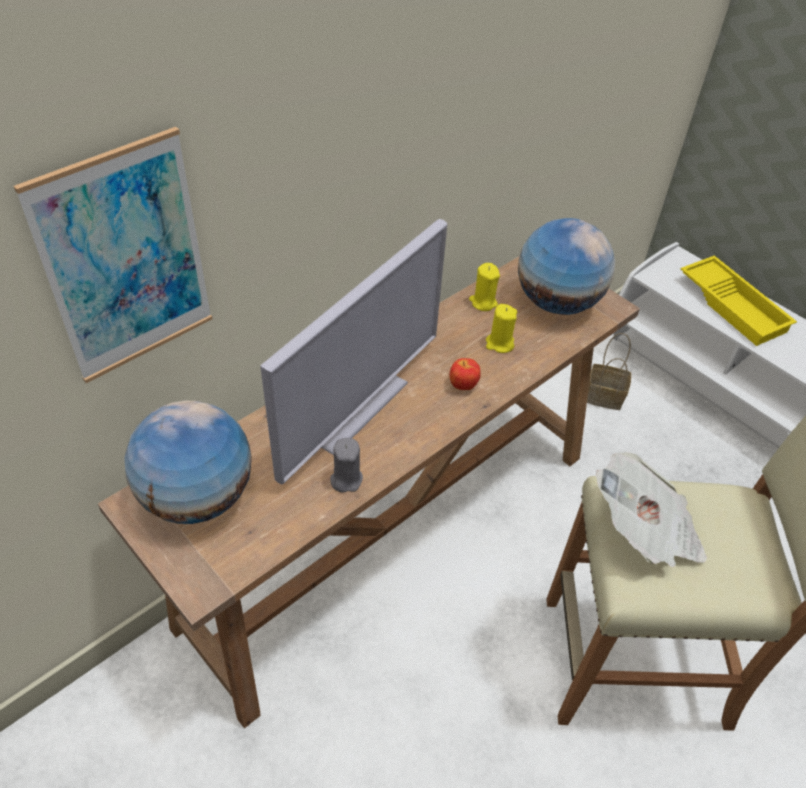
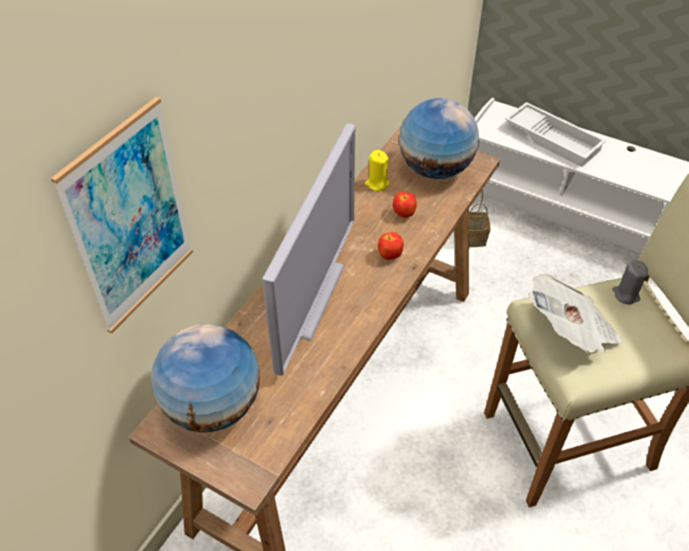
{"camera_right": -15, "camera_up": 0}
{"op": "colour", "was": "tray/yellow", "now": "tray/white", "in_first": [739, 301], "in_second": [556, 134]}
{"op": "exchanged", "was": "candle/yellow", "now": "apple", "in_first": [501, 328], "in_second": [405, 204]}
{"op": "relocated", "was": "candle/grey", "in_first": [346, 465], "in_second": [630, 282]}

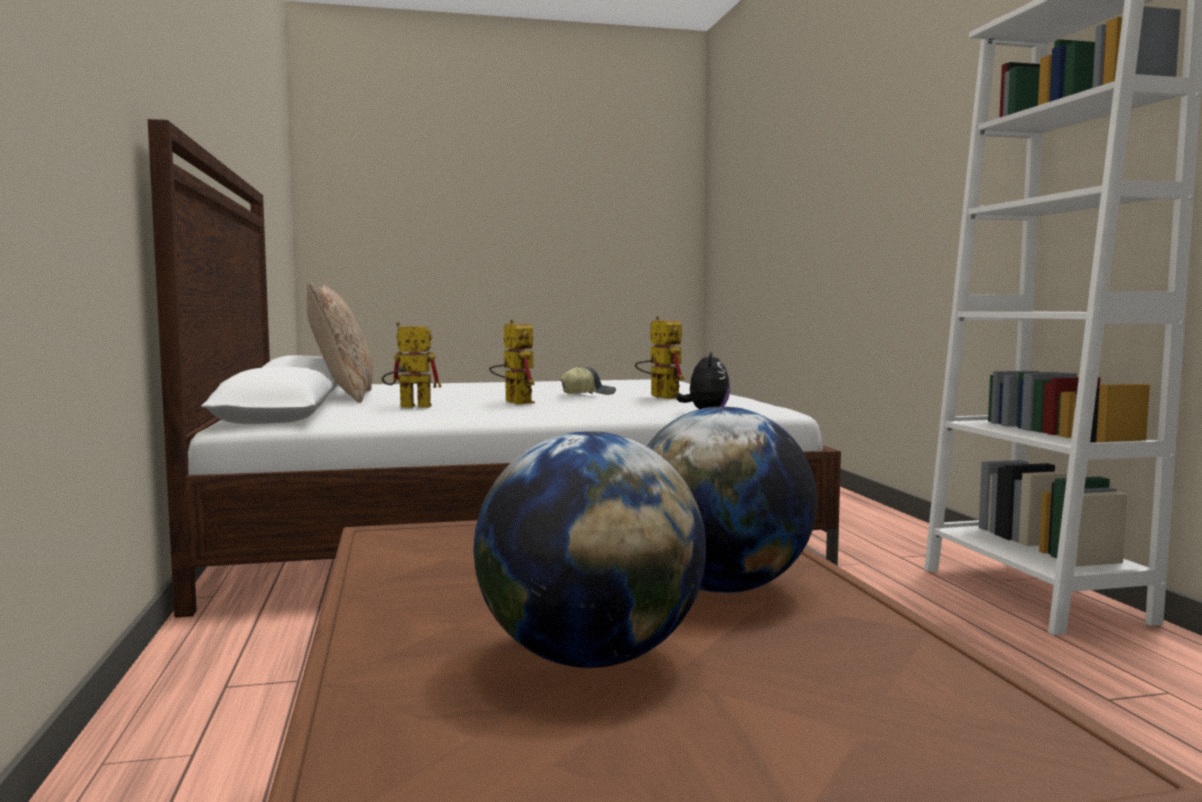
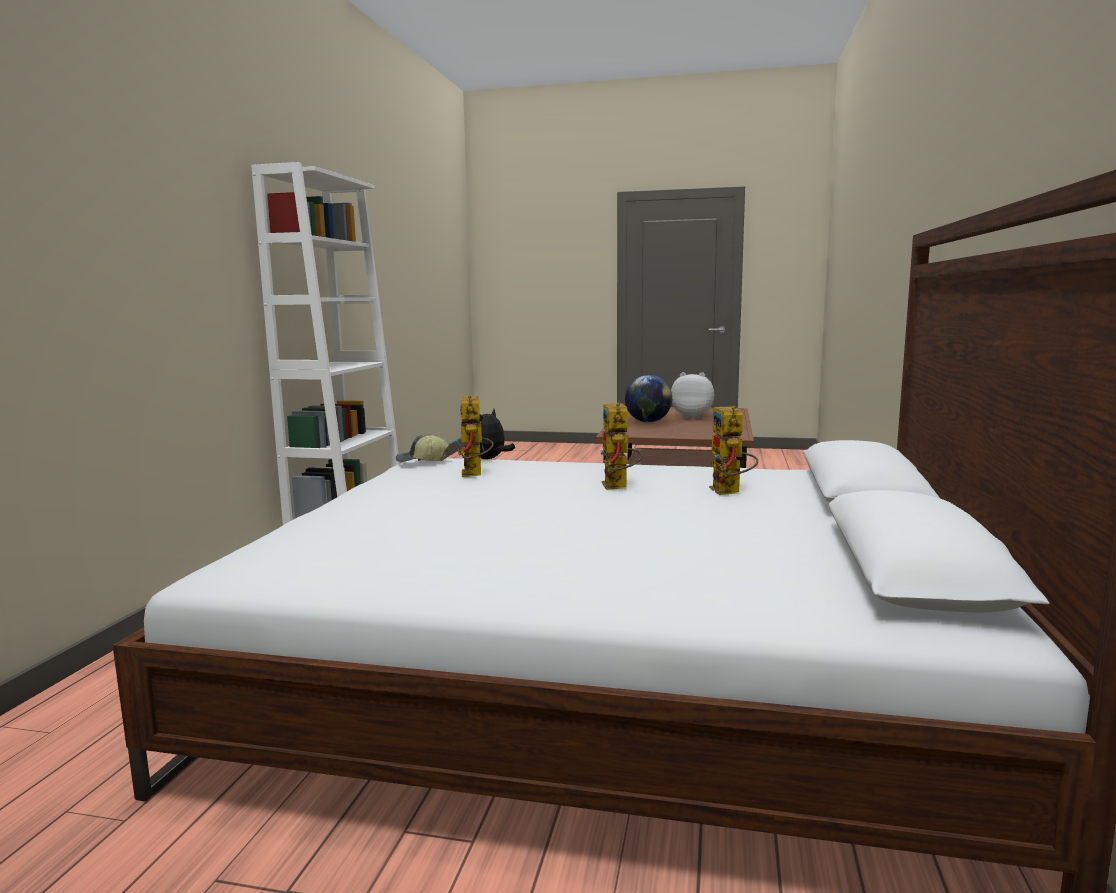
{"camera_right": -155, "camera_up": 5}
{"op": "missing", "was": "pillow/beige", "in_first": [339, 342]}
{"op": "spun", "was": "toy robot", "in_first": [411, 365], "in_second": [733, 450], "clockwise": 60}
{"op": "relocated", "was": "cap", "in_first": [588, 380], "in_second": [423, 448]}
{"op": "exchanged", "was": "globe", "now": "plush toy", "in_first": [590, 549], "in_second": [692, 395]}

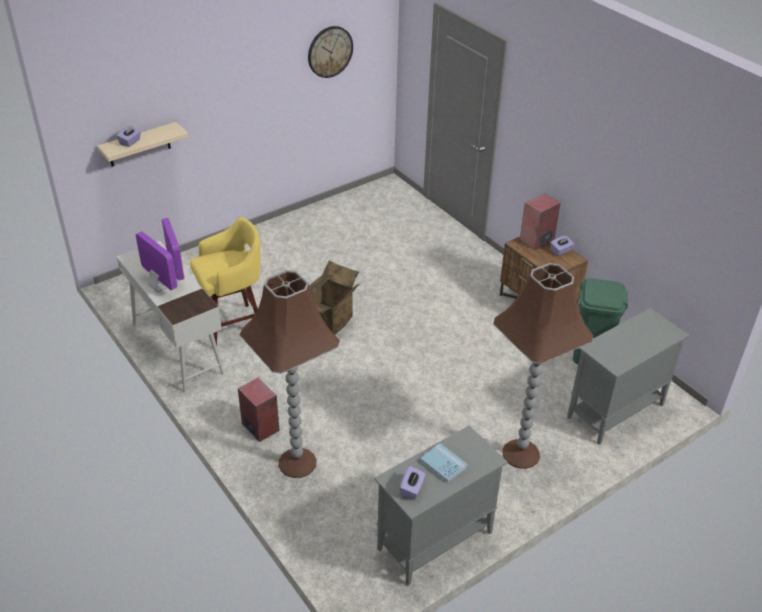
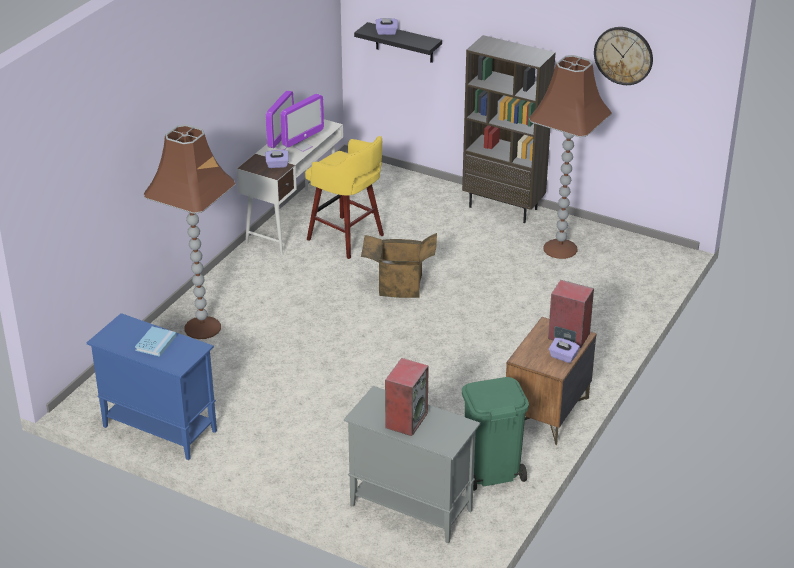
{"camera_right": 65, "camera_up": -5}
{"op": "colour", "was": "shelf/beige", "now": "shelf/black", "in_first": [143, 144], "in_second": [398, 42]}
{"op": "relocated", "was": "floor lamp/brown", "in_first": [543, 366], "in_second": [570, 157]}
{"op": "relocated", "was": "speaker", "in_first": [259, 410], "in_second": [407, 397]}
{"op": "colour", "was": "cabinet/grey", "now": "cabinet/blue", "in_first": [441, 505], "in_second": [152, 386]}
{"op": "relocated", "was": "tissue box/purple", "in_first": [412, 482], "in_second": [277, 159]}
{"op": "appeared", "now": "bookcase/brown", "in_second": [508, 129]}

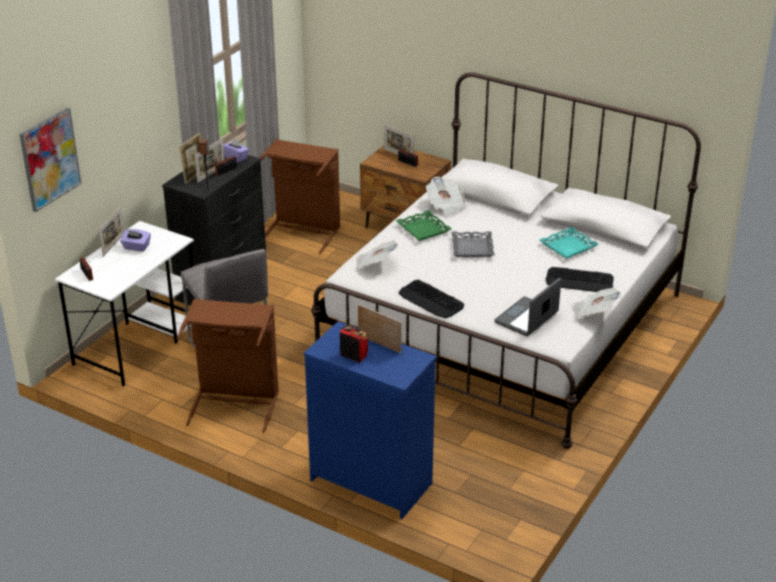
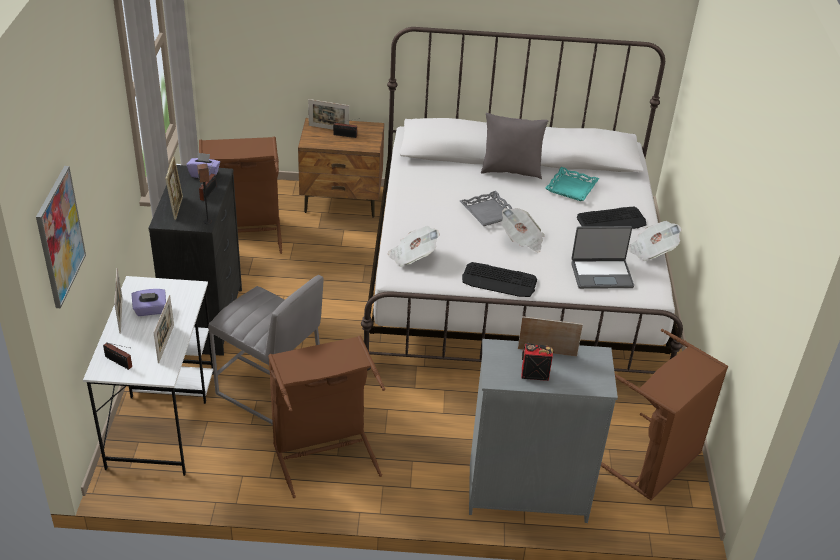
{"camera_right": -30, "camera_up": 5}
{"op": "relocated", "was": "picture frame", "in_first": [210, 160], "in_second": [163, 329]}
{"op": "relocated", "was": "newspaper", "in_first": [446, 197], "in_second": [523, 230]}
{"op": "missing", "was": "tray/green", "in_first": [423, 225]}
{"op": "spun", "was": "laptop", "in_first": [528, 307], "in_second": [602, 257], "clockwise": -105}
{"op": "colour", "was": "dresser/blue", "now": "dresser/grey", "in_first": [370, 420], "in_second": [543, 431]}
{"op": "appeared", "now": "pillow/grey", "in_second": [514, 146]}
{"op": "appeared", "now": "laundry basket/brown", "in_second": [664, 415]}

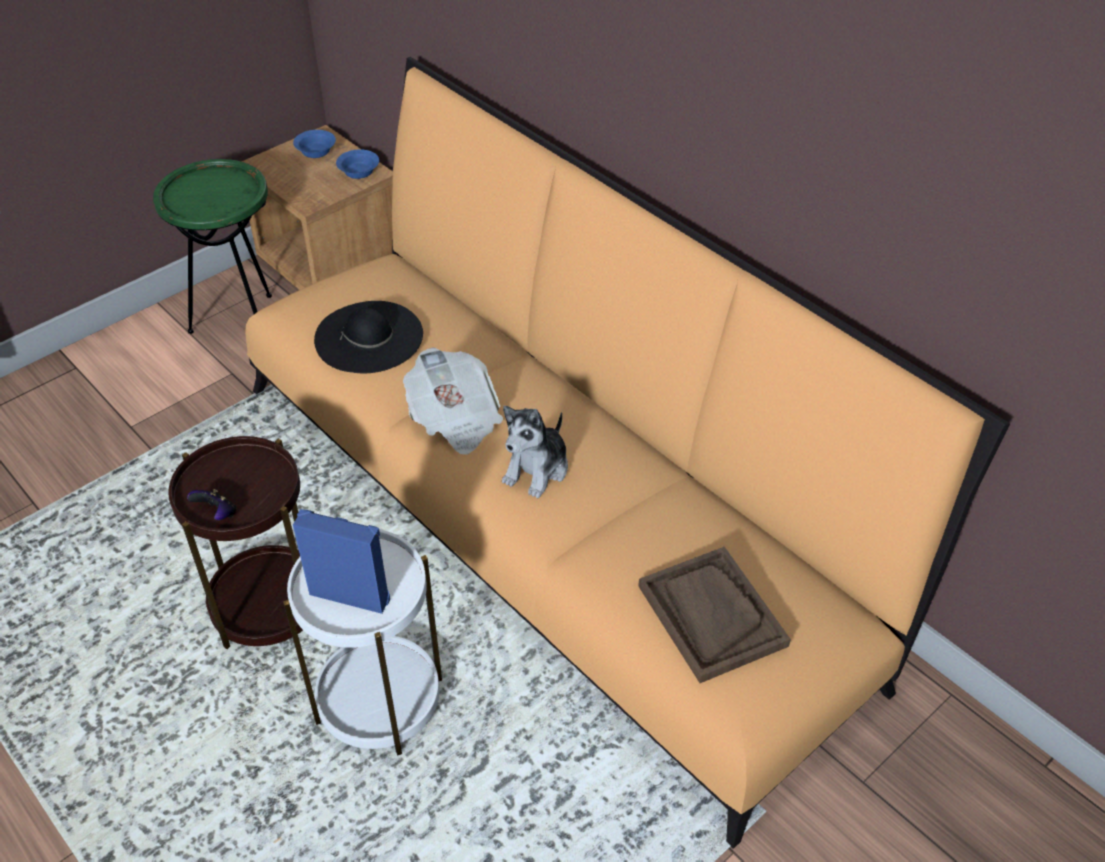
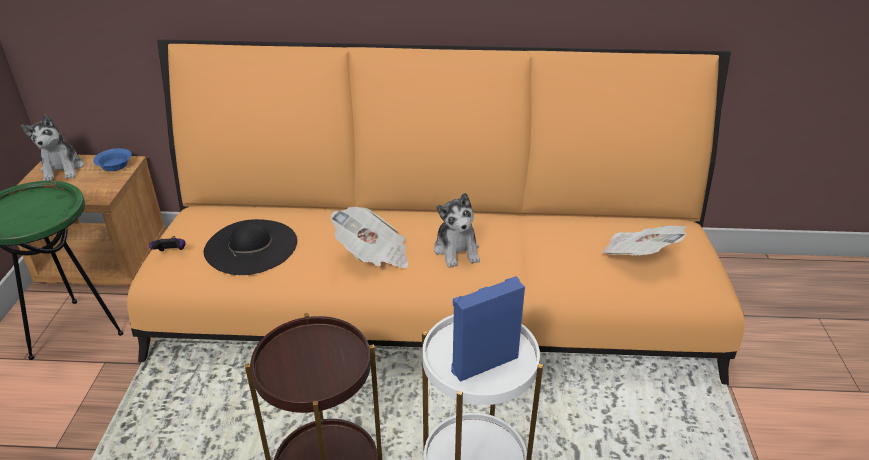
{"camera_right": -45, "camera_up": -10}
{"op": "exchanged", "was": "bowl/blue", "now": "plush toy", "in_first": [314, 144], "in_second": [52, 147]}
{"op": "relocated", "was": "game controller", "in_first": [212, 504], "in_second": [167, 243]}
{"op": "exchanged", "was": "tray/brown", "now": "newspaper", "in_first": [714, 615], "in_second": [643, 240]}

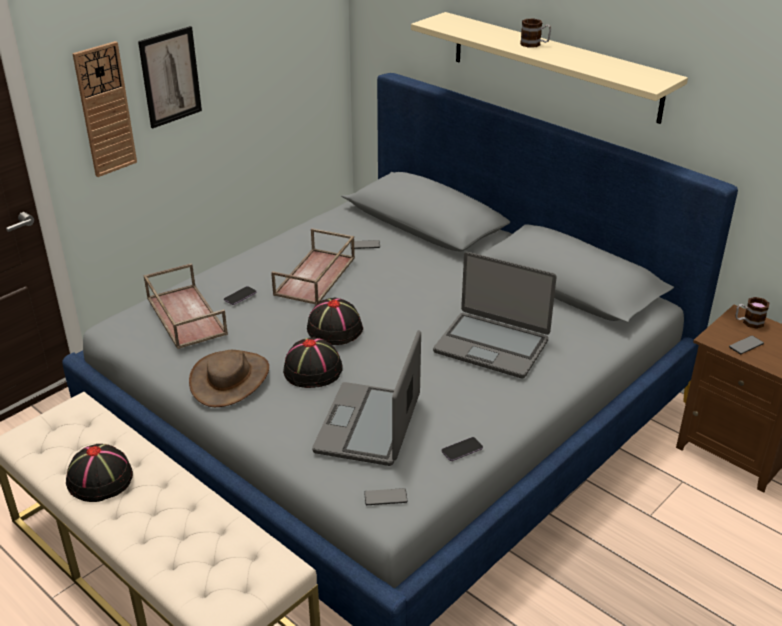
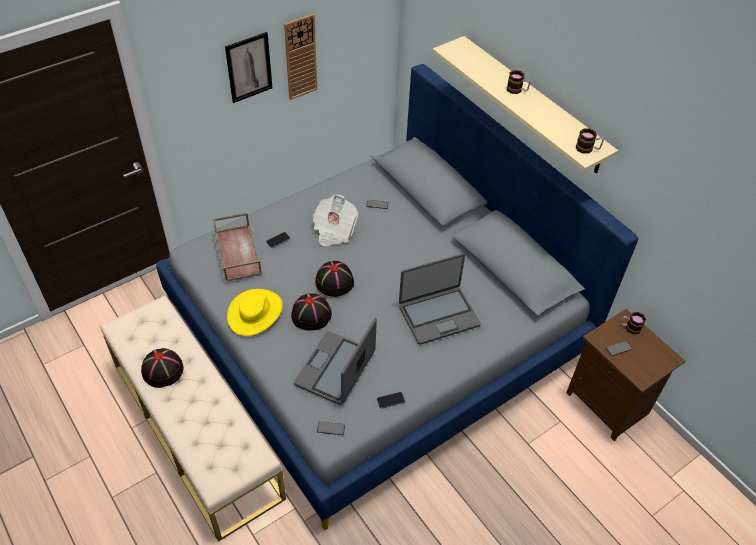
{"camera_right": 10, "camera_up": 15}
{"op": "relocated", "was": "wall clock", "in_first": [104, 109], "in_second": [300, 57]}
{"op": "exchanged", "was": "tray/brown", "now": "newspaper", "in_first": [313, 266], "in_second": [335, 220]}
{"op": "spun", "was": "laptop", "in_first": [495, 315], "in_second": [440, 299], "clockwise": -60}
{"op": "colour", "was": "hat/brown", "now": "hat/yellow", "in_first": [229, 378], "in_second": [255, 312]}
{"op": "appeared", "now": "mug", "in_second": [590, 141]}

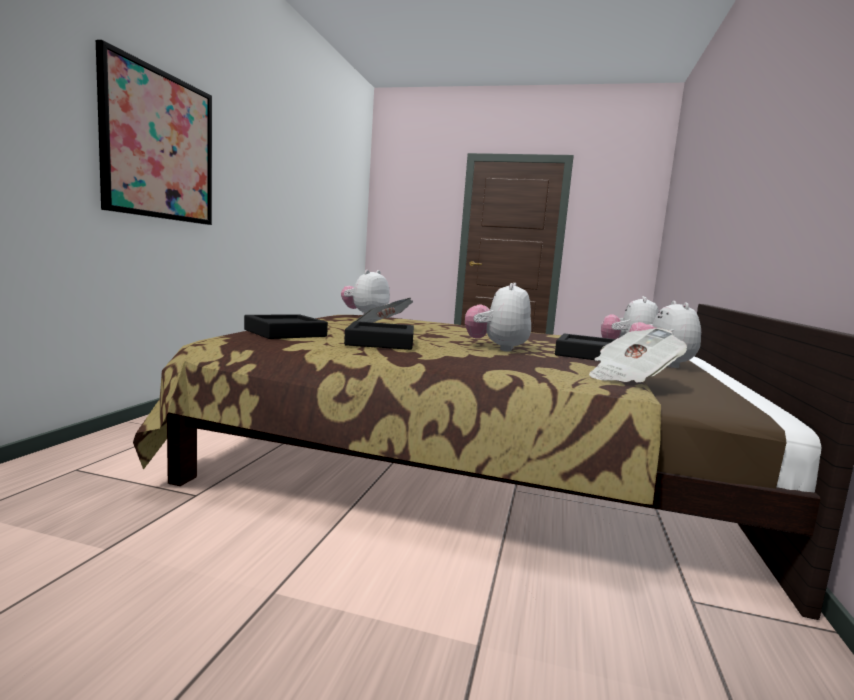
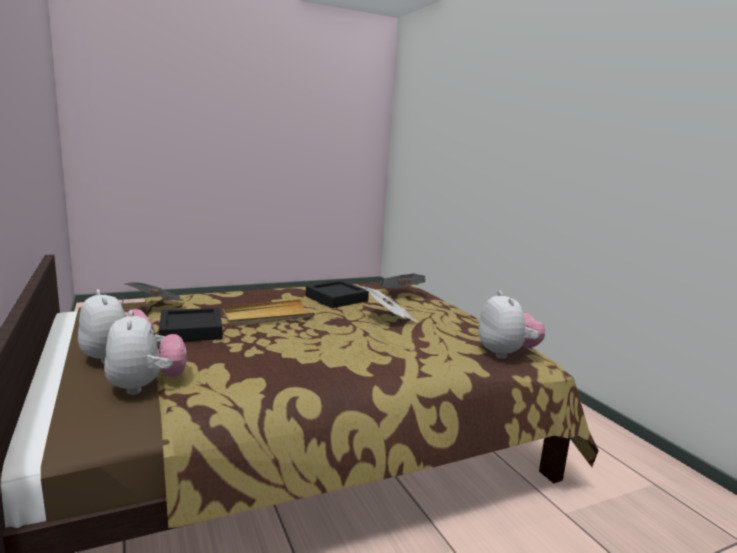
{"camera_right": 140, "camera_up": 5}
{"op": "missing", "was": "picture", "in_first": [154, 132]}
{"op": "exchanged", "was": "plush toy", "now": "tray/beige", "in_first": [498, 317], "in_second": [268, 313]}
{"op": "exchanged", "was": "tray/black", "now": "newspaper", "in_first": [286, 326], "in_second": [402, 281]}

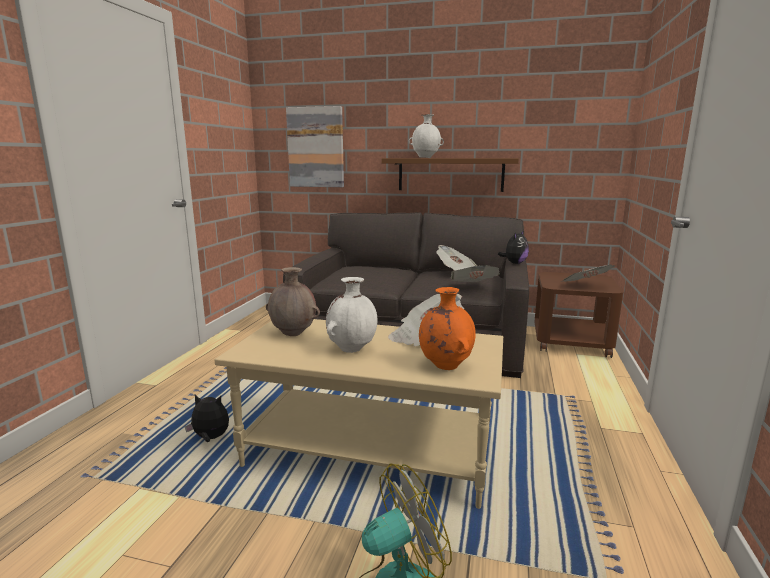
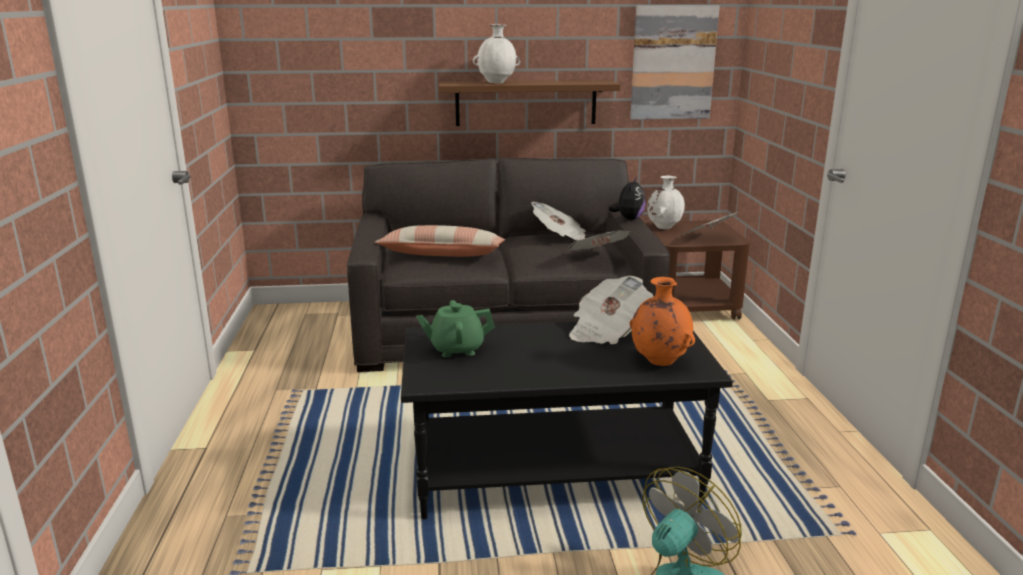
{"camera_right": -20, "camera_up": 5}
{"op": "relocated", "was": "picture", "in_first": [315, 146], "in_second": [675, 63]}
{"op": "exchanged", "was": "vase/brown", "now": "teapot/green", "in_first": [293, 301], "in_second": [455, 328]}
{"op": "relocated", "was": "vase/white", "in_first": [352, 315], "in_second": [666, 202]}
{"op": "colour", "was": "coffee table/beige", "now": "coffee table/black", "in_first": [359, 414], "in_second": [567, 420]}
{"op": "missing", "was": "plush toy", "in_first": [207, 418]}
{"op": "appeared", "now": "pillow", "in_second": [440, 241]}

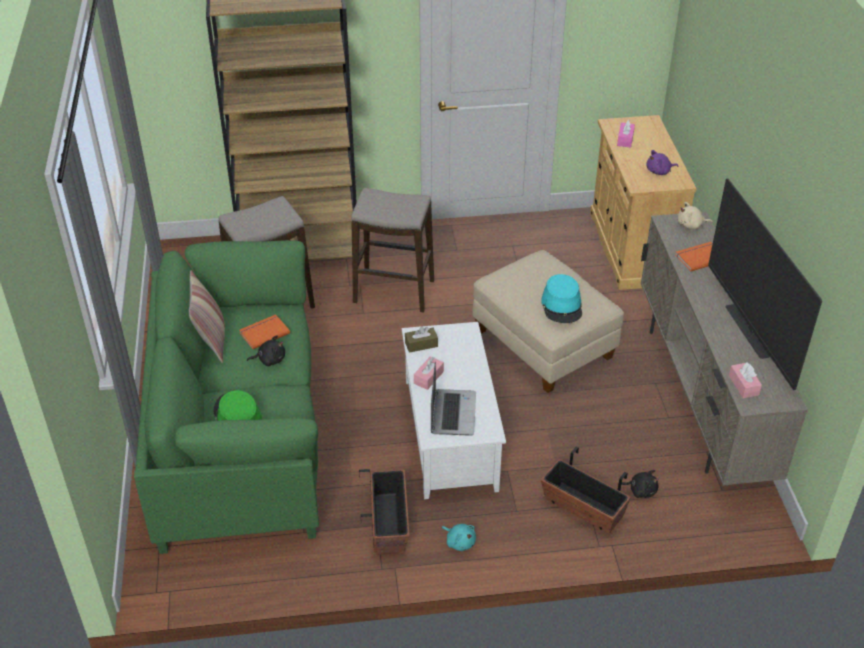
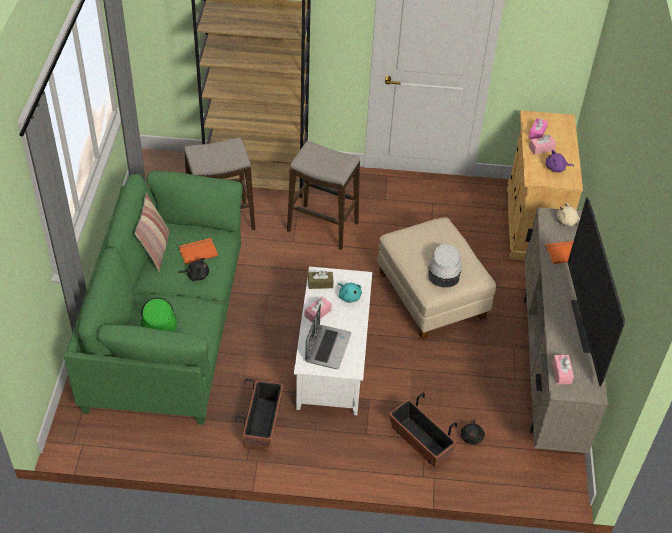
{"camera_right": 10, "camera_up": 5}
{"op": "colour", "was": "hat/turquoise", "now": "hat/grey", "in_first": [561, 298], "in_second": [445, 265]}
{"op": "spun", "was": "plush toy/black", "in_first": [638, 484], "in_second": [473, 432], "clockwise": 75}
{"op": "relocated", "was": "plush toy/turquoise", "in_first": [458, 537], "in_second": [350, 293]}
{"op": "appeared", "now": "tissue box/pink", "in_second": [542, 144]}

